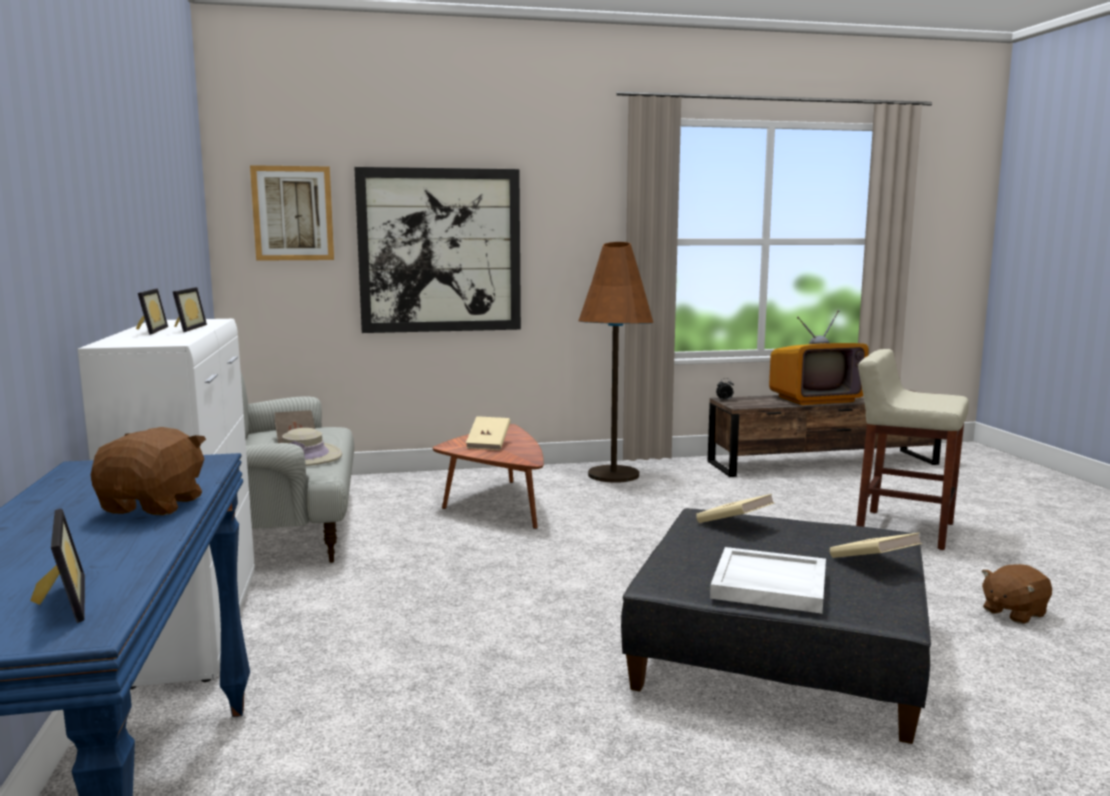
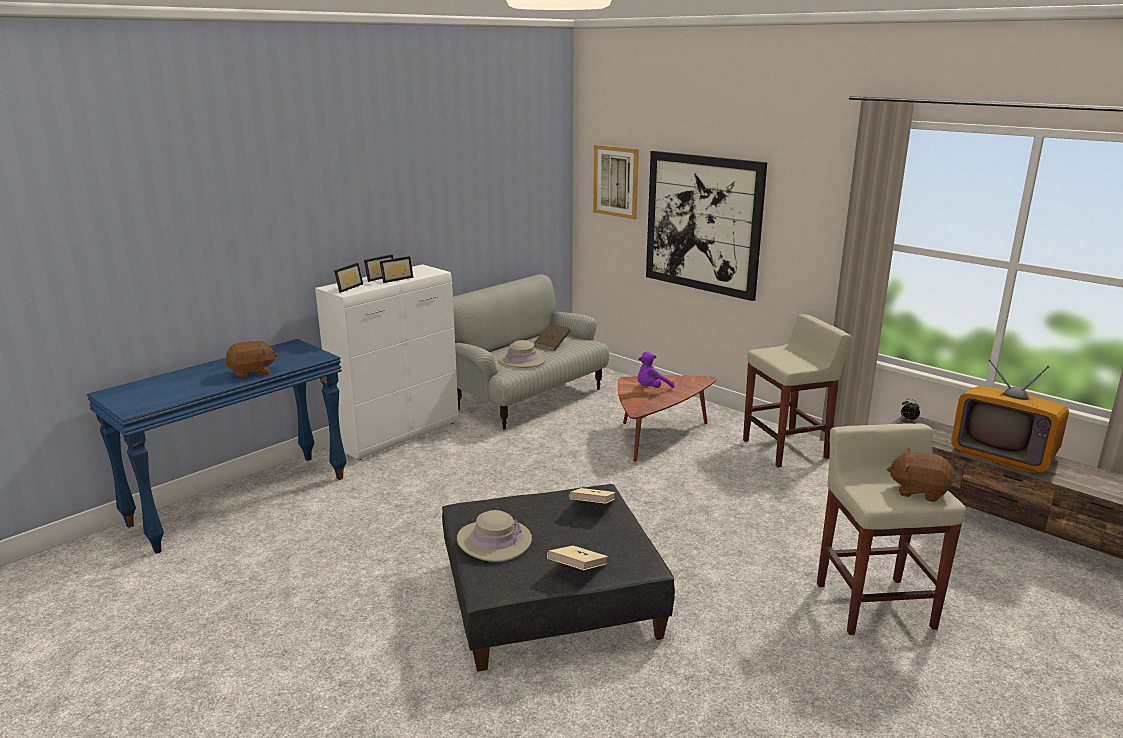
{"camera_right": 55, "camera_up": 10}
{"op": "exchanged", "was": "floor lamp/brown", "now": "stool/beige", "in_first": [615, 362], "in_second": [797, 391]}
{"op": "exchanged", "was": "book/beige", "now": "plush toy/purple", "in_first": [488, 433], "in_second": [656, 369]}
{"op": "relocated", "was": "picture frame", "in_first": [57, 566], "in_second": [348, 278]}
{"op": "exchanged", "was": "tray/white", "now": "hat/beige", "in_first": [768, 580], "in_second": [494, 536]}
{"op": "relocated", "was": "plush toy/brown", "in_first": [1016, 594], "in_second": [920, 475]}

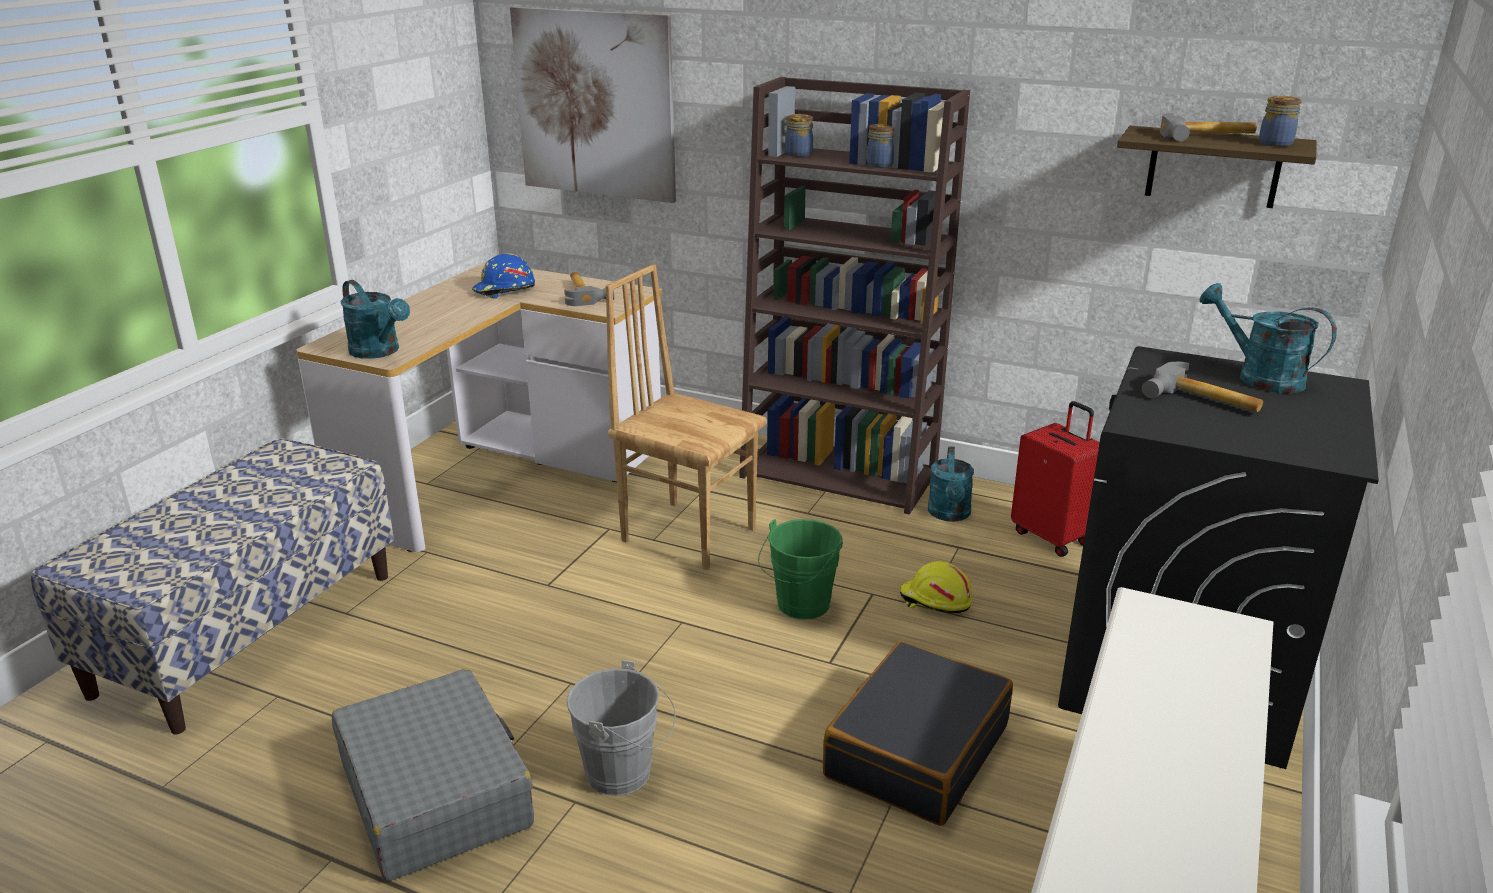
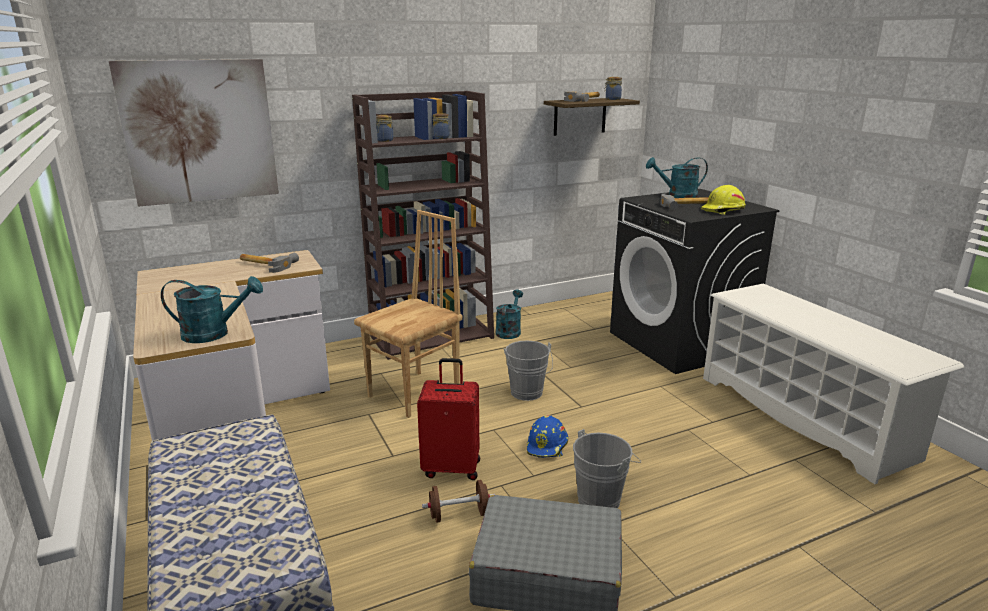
{"camera_right": -50, "camera_up": -5}
{"op": "relocated", "was": "hard hat/blue", "in_first": [503, 276], "in_second": [547, 436]}
{"op": "spun", "was": "chair/brown", "in_first": [686, 417], "in_second": [408, 314], "clockwise": 150}
{"op": "relocated", "was": "suitcase/red", "in_first": [1055, 479], "in_second": [448, 419]}
{"op": "spun", "was": "watering can/turquoise", "in_first": [951, 484], "in_second": [509, 314], "clockwise": -120}
{"op": "colour", "was": "bucket/green", "now": "bucket/grey", "in_first": [800, 569], "in_second": [528, 371]}
{"op": "relocated", "was": "hard hat/yellow", "in_first": [936, 587], "in_second": [723, 200]}
{"op": "missing", "was": "suitcase/black", "in_first": [918, 733]}
{"op": "appeared", "now": "dumbbell/brown", "in_second": [458, 501]}

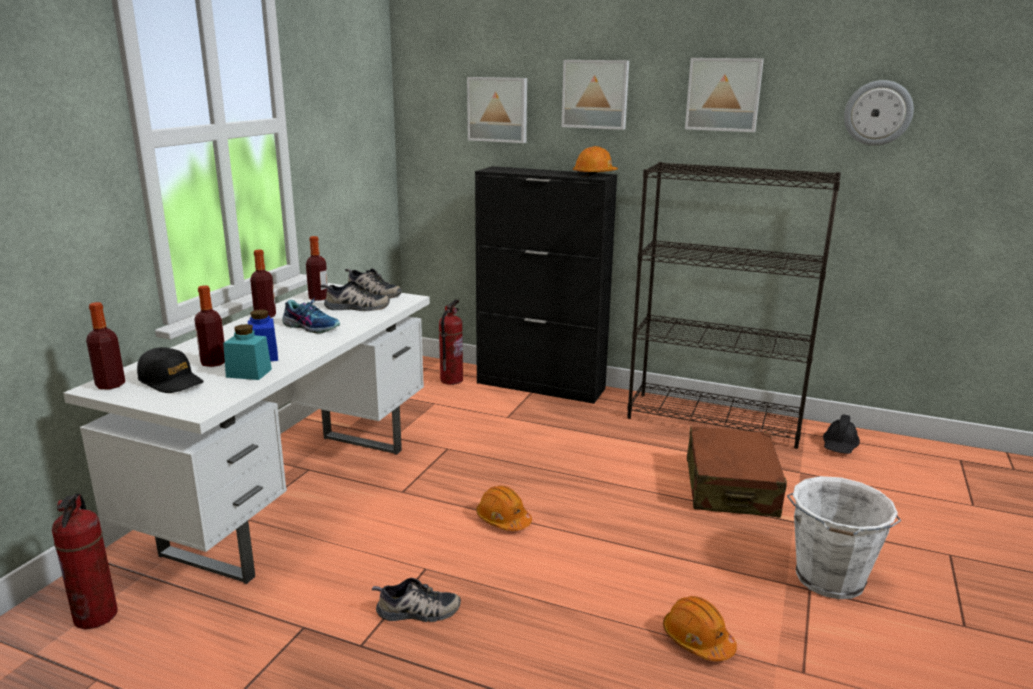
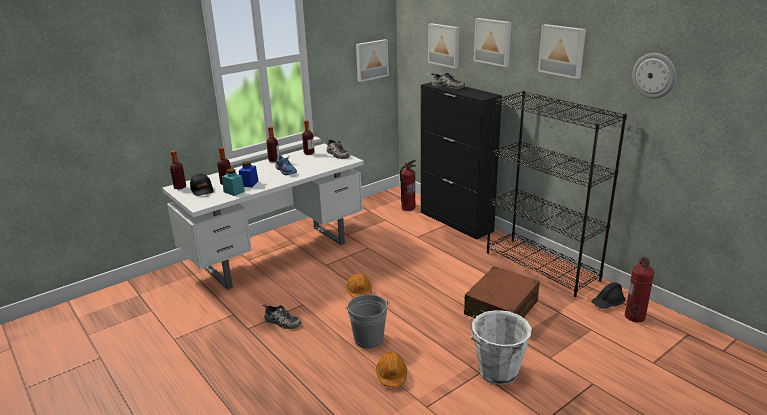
{"camera_right": 30, "camera_up": 5}
{"op": "missing", "was": "hard hat/orange", "in_first": [595, 161]}
{"op": "relocated", "was": "shoe", "in_first": [355, 296], "in_second": [448, 81]}
{"op": "relocated", "was": "fire extinguisher", "in_first": [85, 561], "in_second": [639, 289]}
{"op": "appeared", "now": "picture", "in_second": [372, 60]}
{"op": "appeared", "now": "bucket/grey", "in_second": [367, 321]}

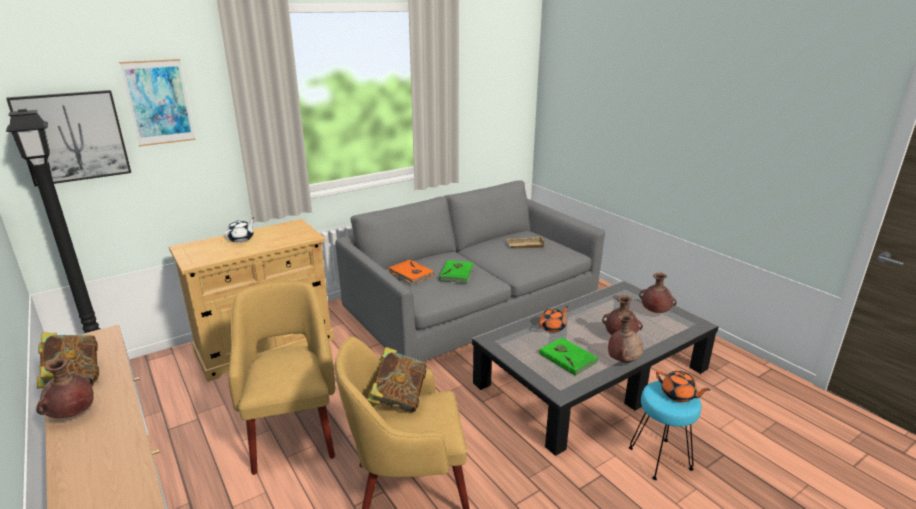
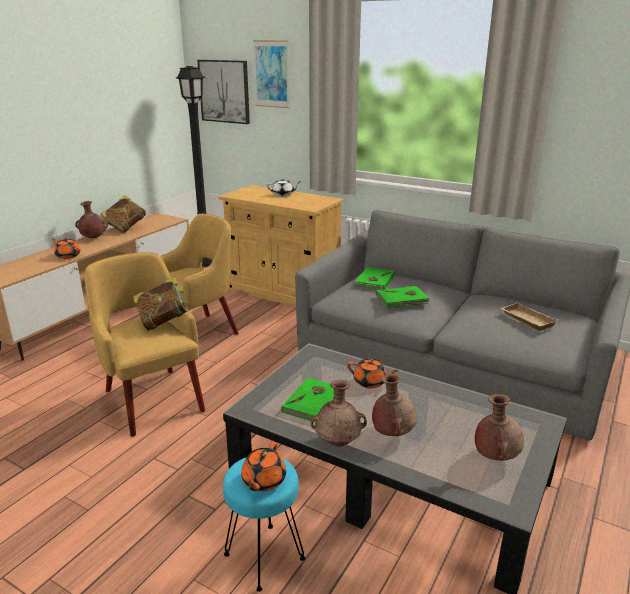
{"camera_right": 65, "camera_up": 0}
{"op": "colour", "was": "book/orange", "now": "book/green", "in_first": [411, 272], "in_second": [373, 278]}
{"op": "appeared", "now": "teapot/orange", "in_second": [66, 248]}

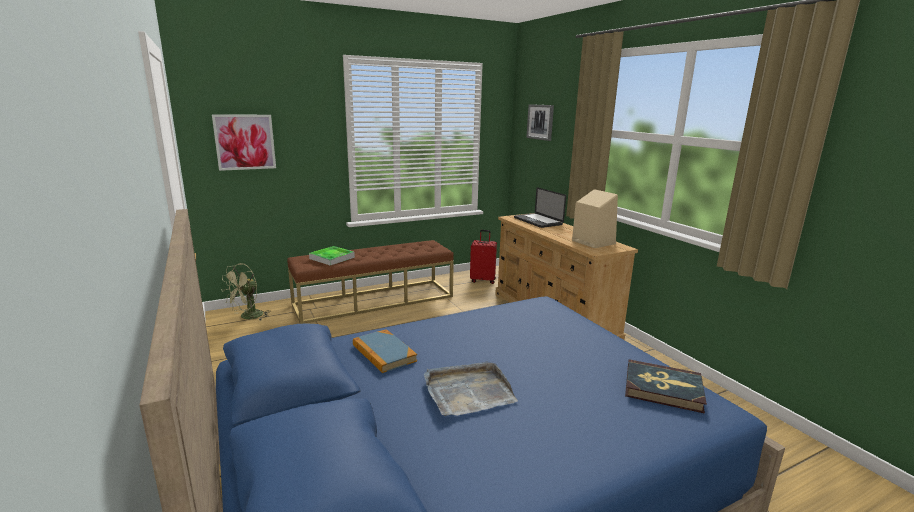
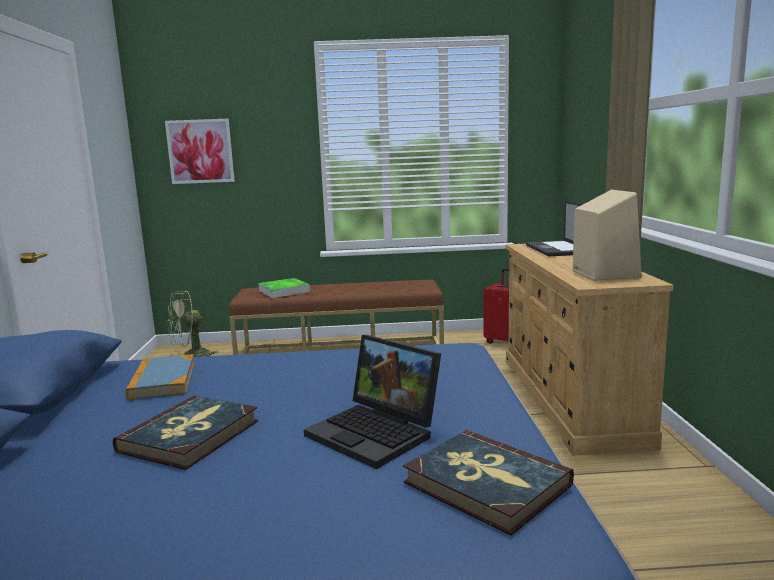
{"camera_right": 25, "camera_up": -5}
{"op": "missing", "was": "picture", "in_first": [540, 122]}
{"op": "exchanged", "was": "tray/grey", "now": "book", "in_first": [471, 388], "in_second": [185, 433]}
{"op": "appeared", "now": "laptop", "in_second": [372, 402]}

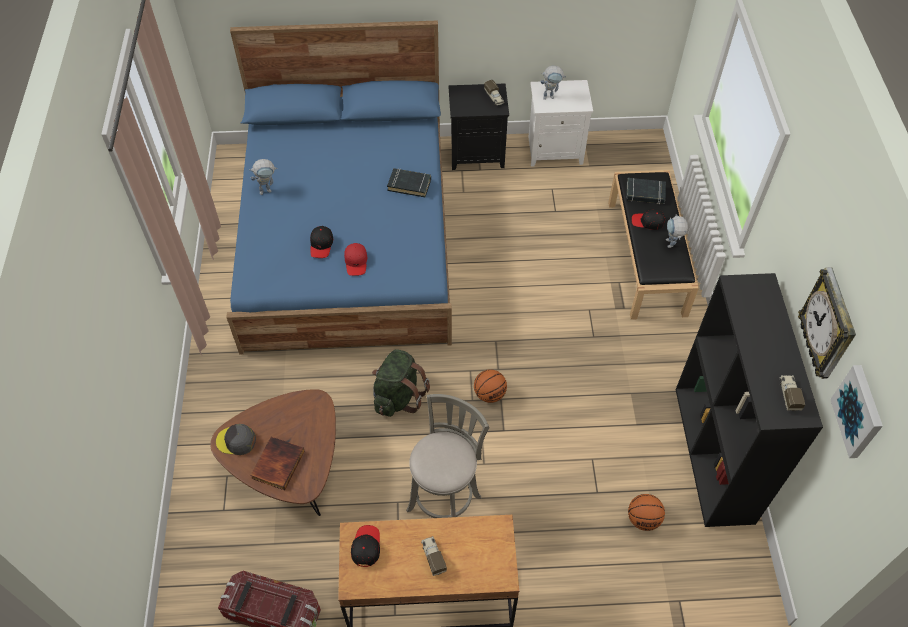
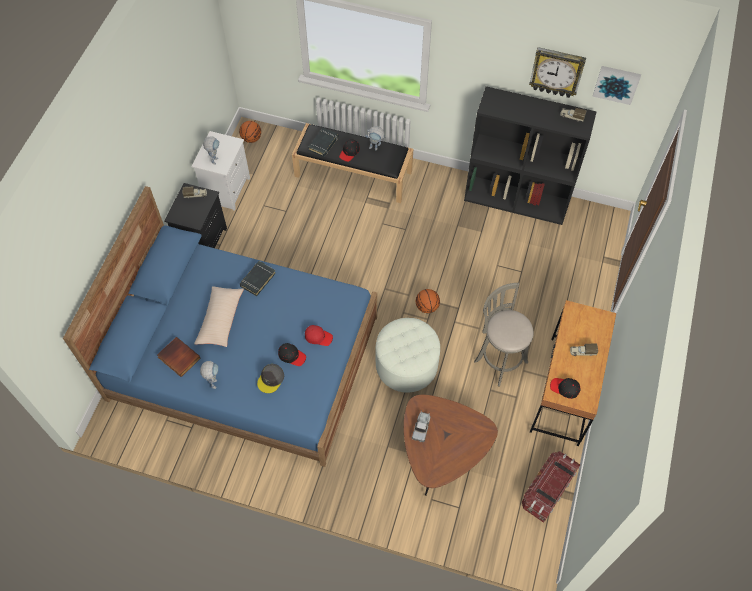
{"camera_right": -70, "camera_up": 5}
{"op": "exchanged", "was": "backpack/green", "now": "ottoman/white", "in_first": [401, 383], "in_second": [408, 355]}
{"op": "relocated", "was": "cap/grey", "in_first": [236, 439], "in_second": [270, 378]}
{"op": "relocated", "was": "book", "in_first": [277, 463], "in_second": [179, 357]}
{"op": "relocated", "was": "basketball", "in_first": [646, 512], "in_second": [250, 132]}
{"op": "appeared", "now": "pillow/beige", "in_second": [219, 316]}
{"op": "appeared", "now": "toy truck", "in_second": [421, 426]}

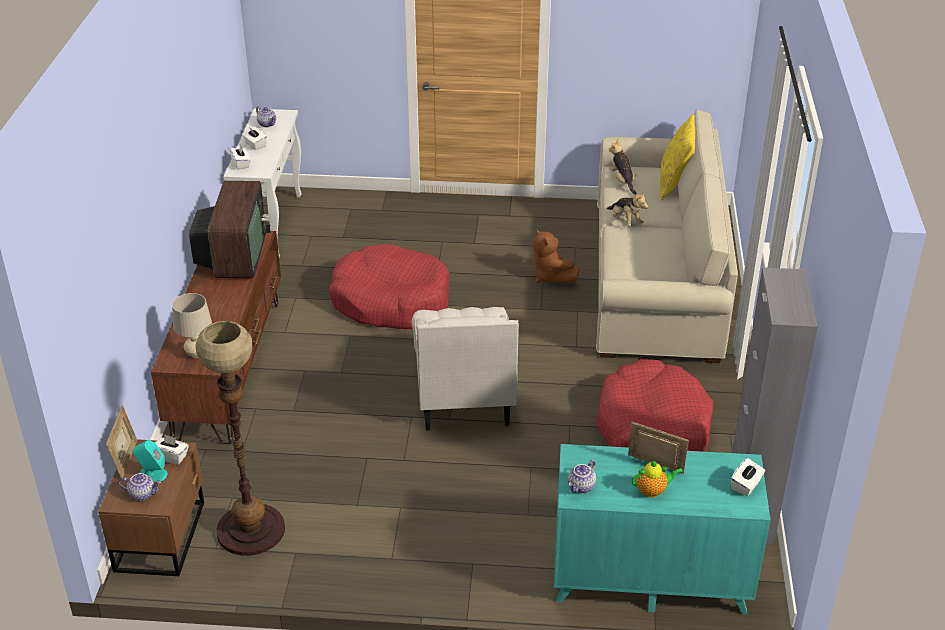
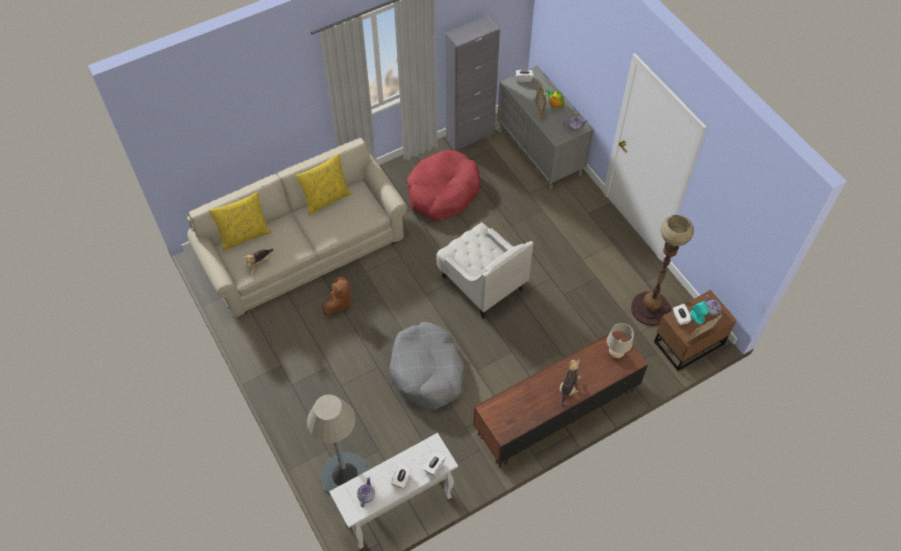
{"camera_right": -125, "camera_up": 20}
{"op": "missing", "was": "television", "in_first": [230, 230]}
{"op": "relocated", "was": "plush toy", "in_first": [627, 208], "in_second": [570, 383]}
{"op": "colour", "was": "dog bed/red", "now": "dog bed/grey", "in_first": [389, 286], "in_second": [427, 365]}
{"op": "spun", "was": "armchair/white", "in_first": [465, 368], "in_second": [484, 270], "clockwise": 90}
{"op": "colour", "was": "dresser/turquoise", "now": "dresser/grey", "in_first": [662, 529], "in_second": [546, 128]}
{"op": "appeared", "now": "pillow/yellow", "in_second": [324, 184]}
{"op": "appeared", "now": "floor lamp/grey", "in_second": [338, 444]}

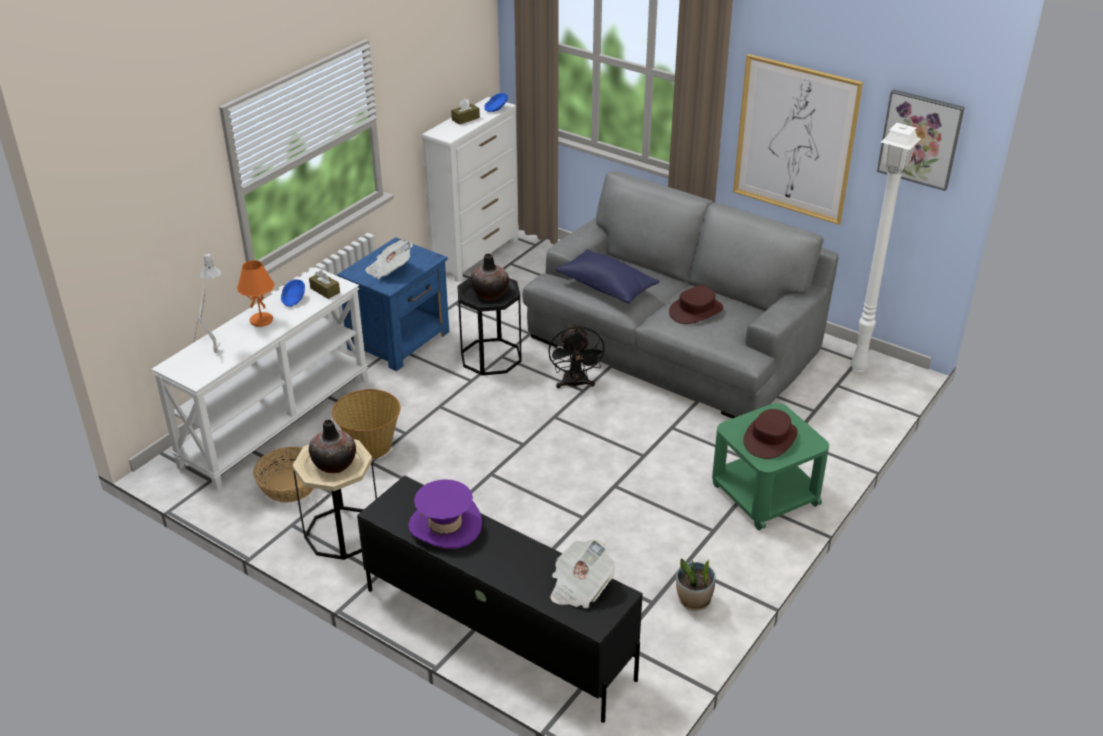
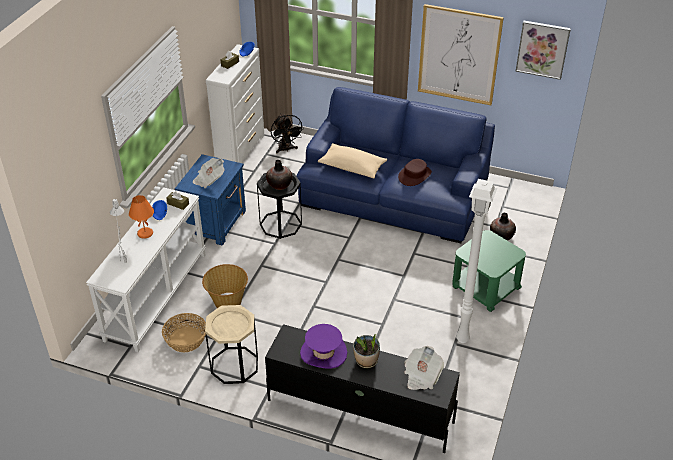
{"camera_right": -15, "camera_up": 5}
{"op": "relocated", "was": "floor lamp/white", "in_first": [885, 247], "in_second": [476, 261]}
{"op": "colour", "was": "sofa/grey", "now": "sofa/blue", "in_first": [681, 294], "in_second": [395, 165]}
{"op": "colour", "was": "pillow/blue", "now": "pillow/beige", "in_first": [608, 276], "in_second": [352, 161]}
{"op": "relocated", "was": "fan/black", "in_first": [576, 356], "in_second": [287, 133]}
{"op": "missing", "was": "hat/brown", "in_first": [770, 434]}
{"op": "relocated", "was": "vase", "in_first": [332, 446], "in_second": [503, 227]}
{"op": "relocated", "was": "potted plant", "in_first": [696, 585], "in_second": [366, 351]}

